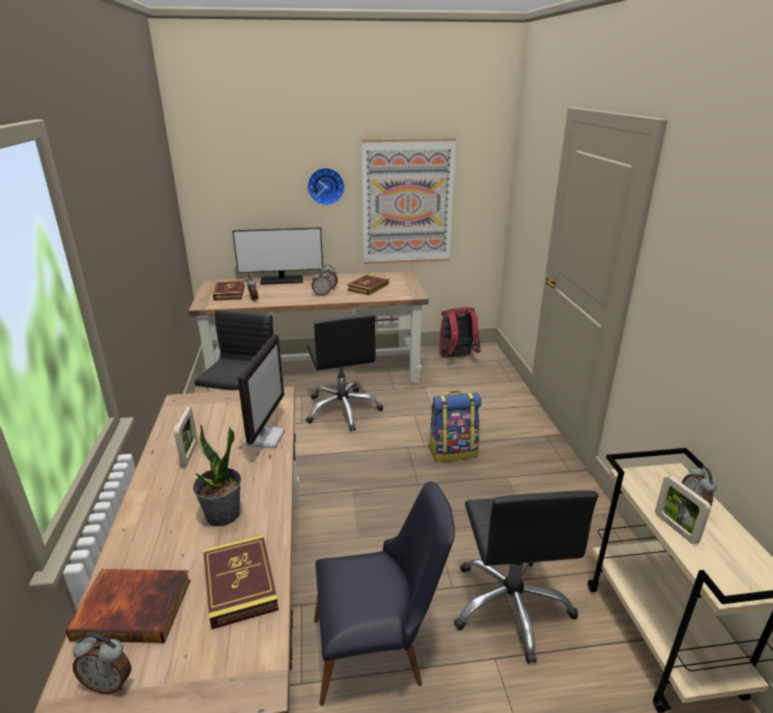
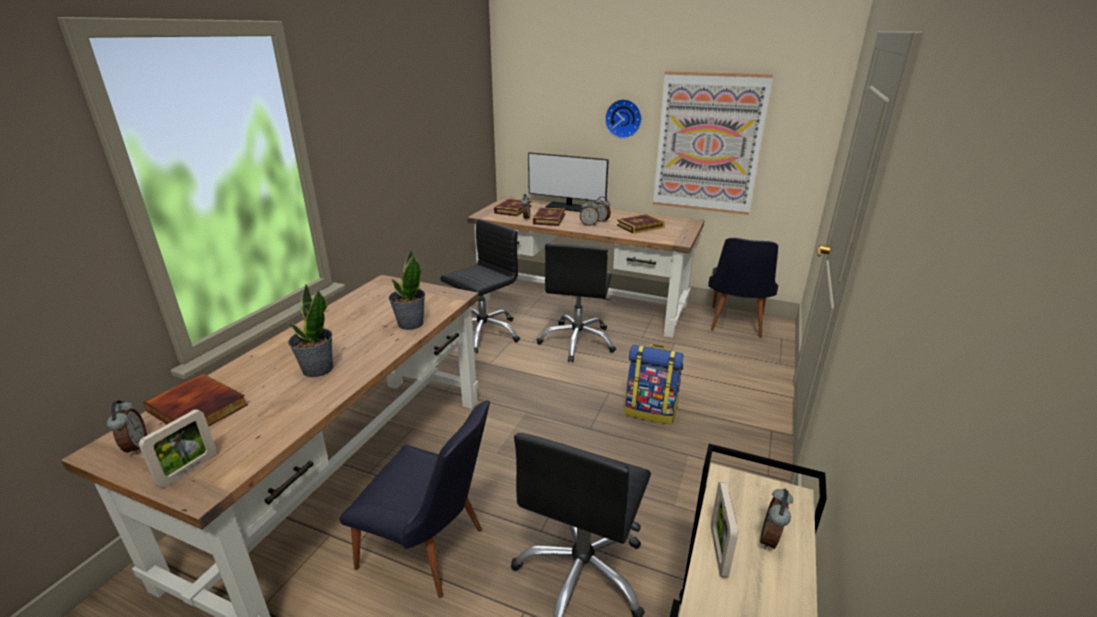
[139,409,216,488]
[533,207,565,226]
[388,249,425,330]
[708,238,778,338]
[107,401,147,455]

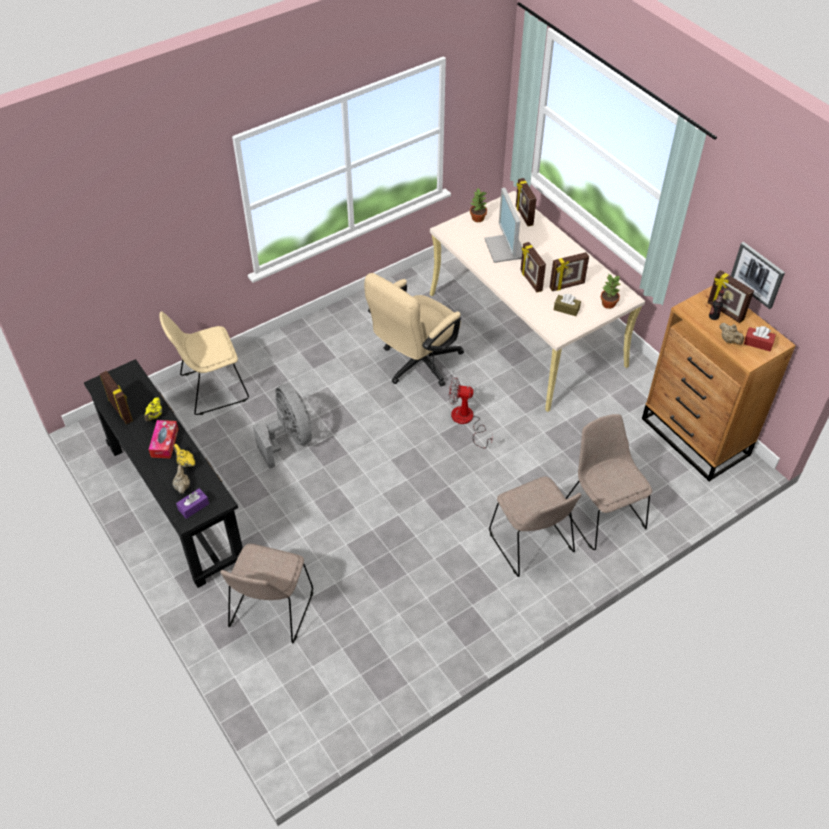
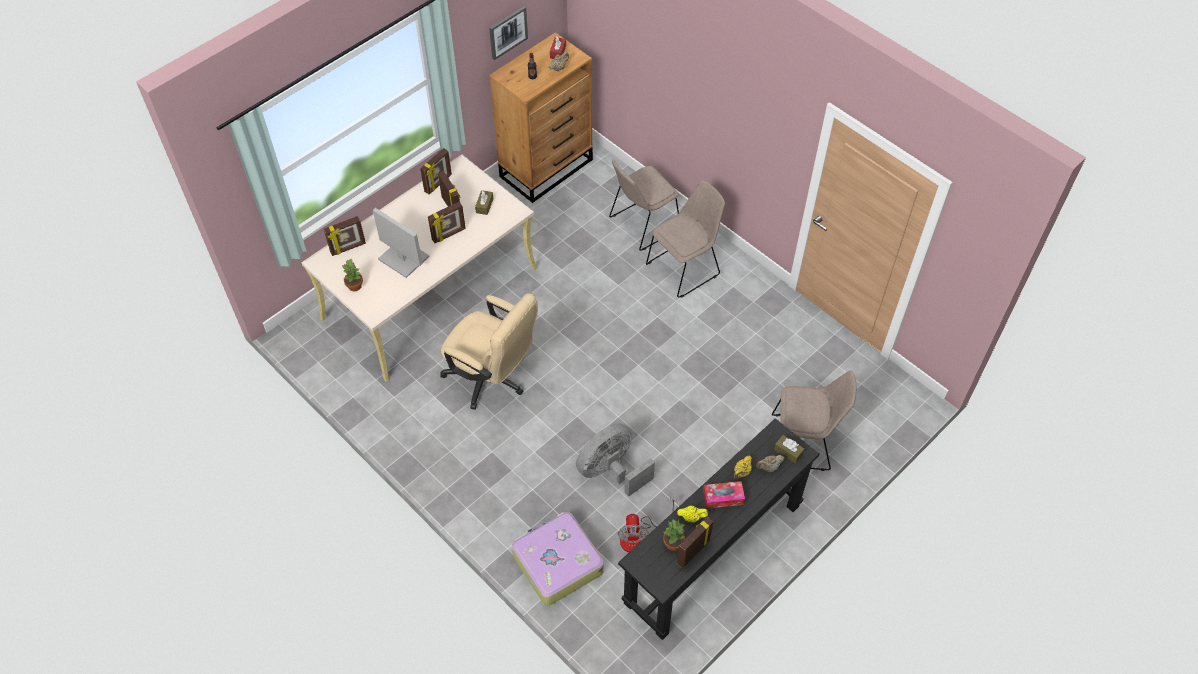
[618,497,677,552]
[663,520,685,551]
[420,148,452,194]
[512,512,604,606]
[774,435,804,463]
[373,208,430,278]

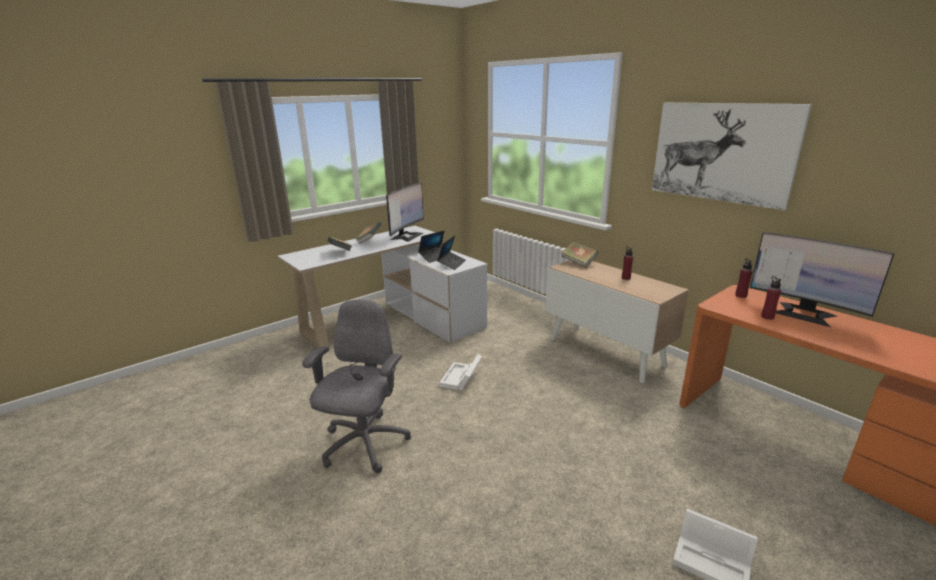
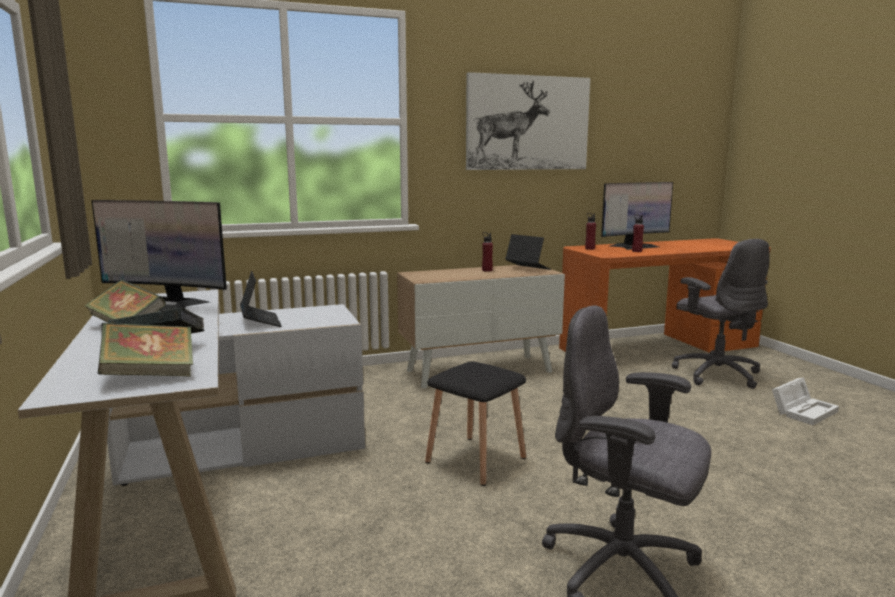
[672,239,770,389]
[505,234,551,270]
[98,323,193,376]
[425,361,526,486]
[91,200,227,311]

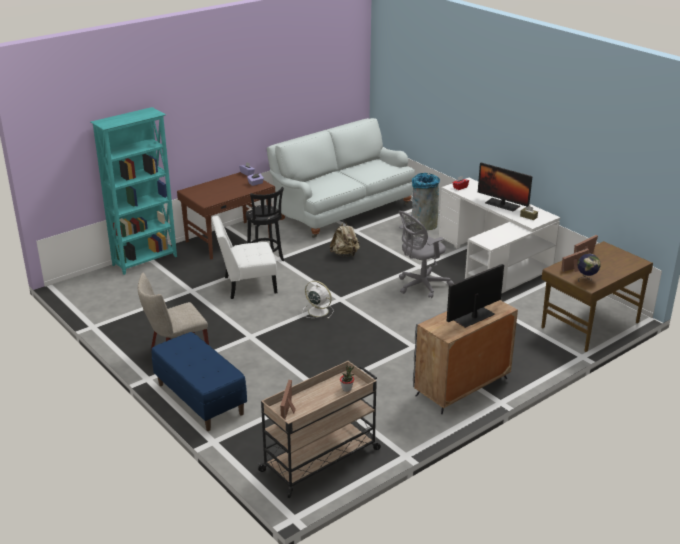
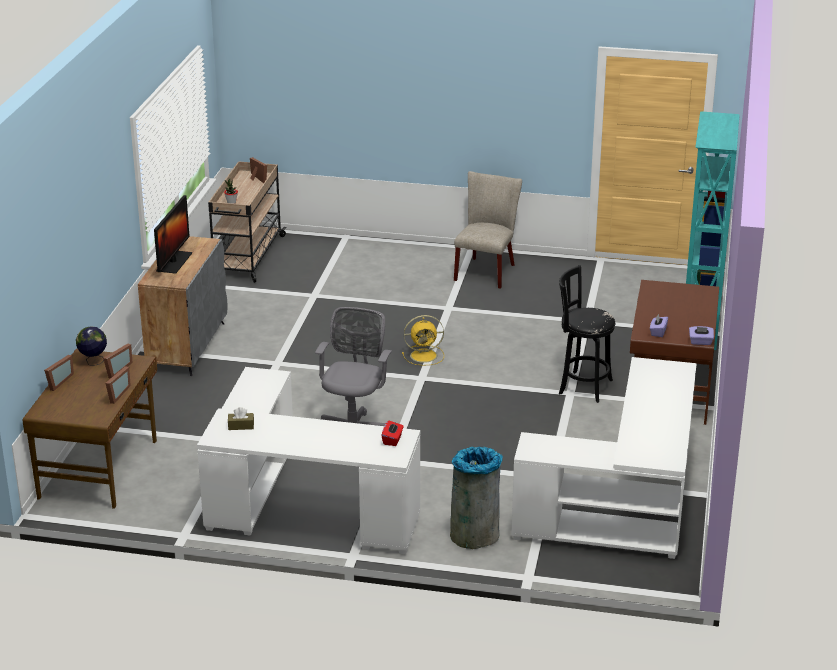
[151,332,247,431] (first image)
[212,216,278,299] (first image)
[330,222,360,257] (first image)
[478,163,532,212] (first image)
[44,355,74,391]
[511,357,697,559]
[402,315,444,366]

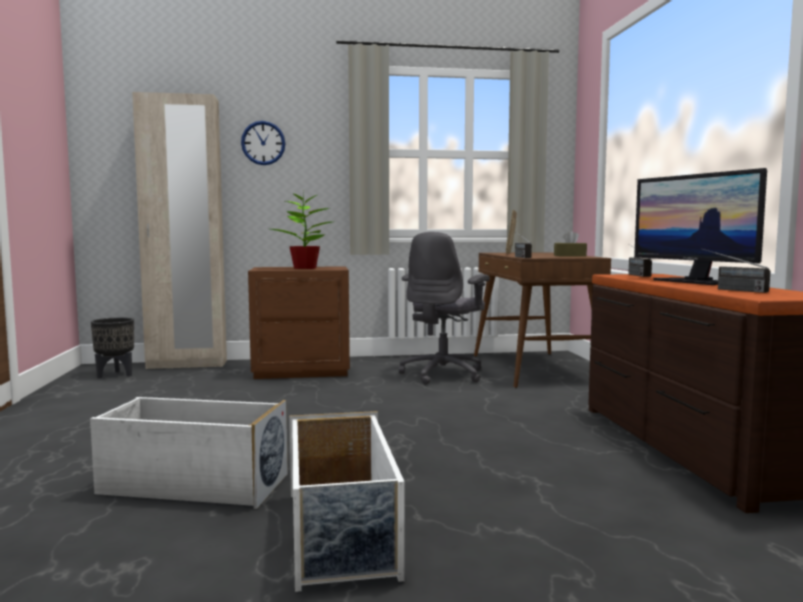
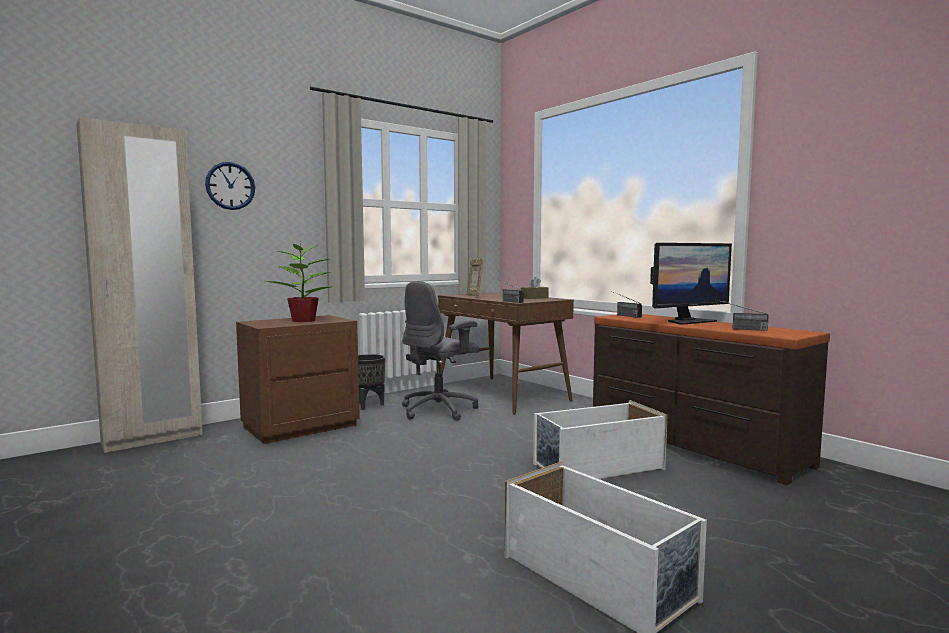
[533,400,668,479]
[358,354,385,410]
[402,281,480,421]
[650,243,732,325]

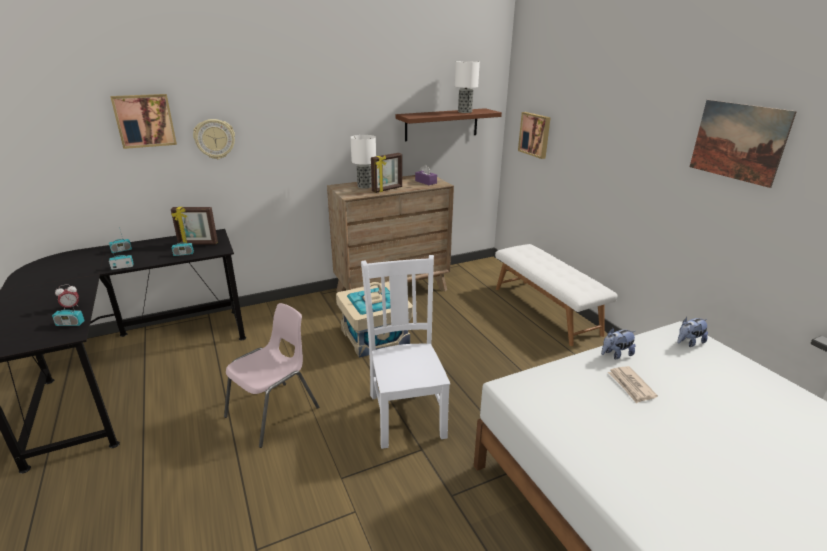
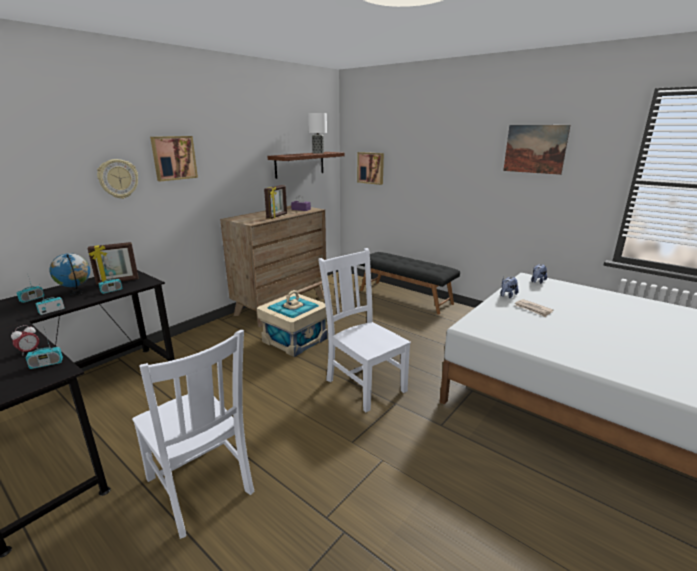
[224,303,319,448] (first image)
[350,135,376,189] (first image)
[49,253,90,295]
[132,330,254,539]
[150,136,198,181]
[360,252,460,314]

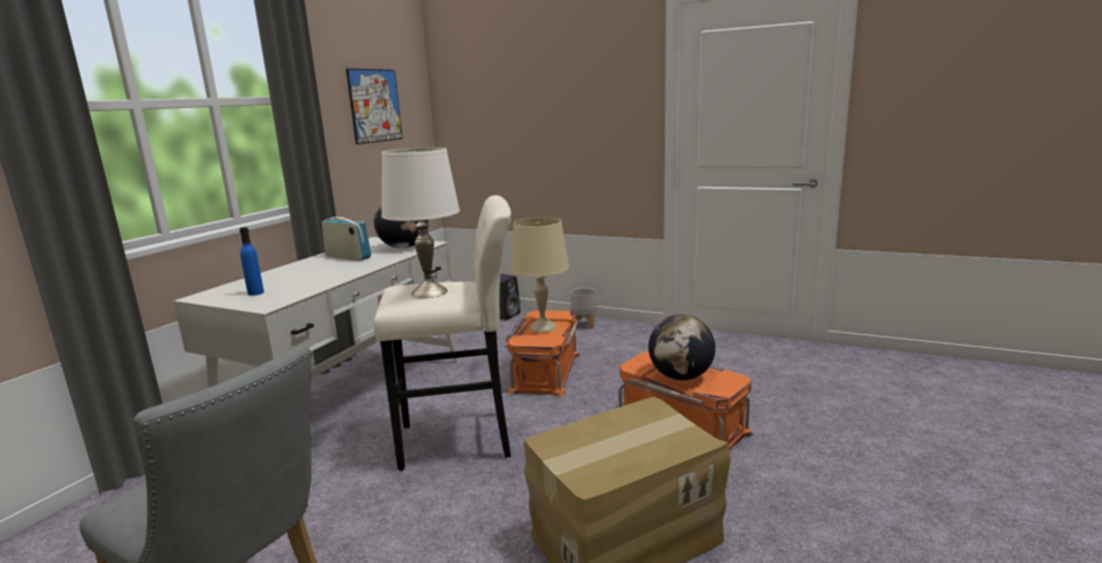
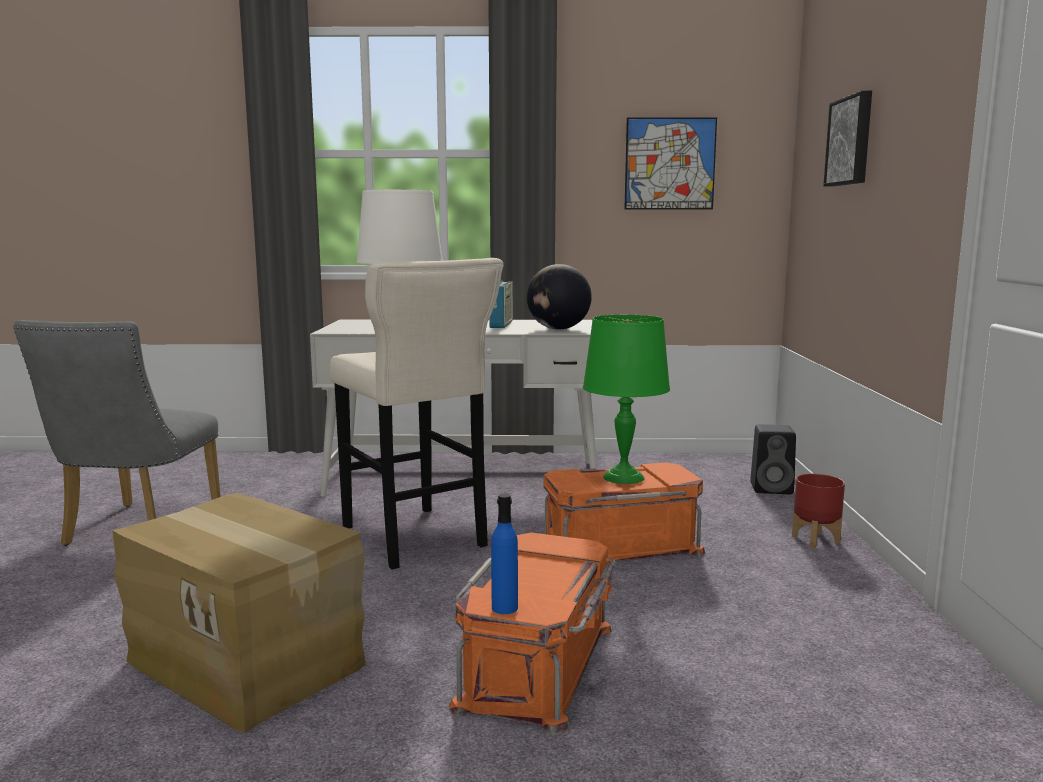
[648,315,715,380] (first image)
[823,91,872,187]
[491,493,518,614]
[583,315,670,484]
[792,474,845,548]

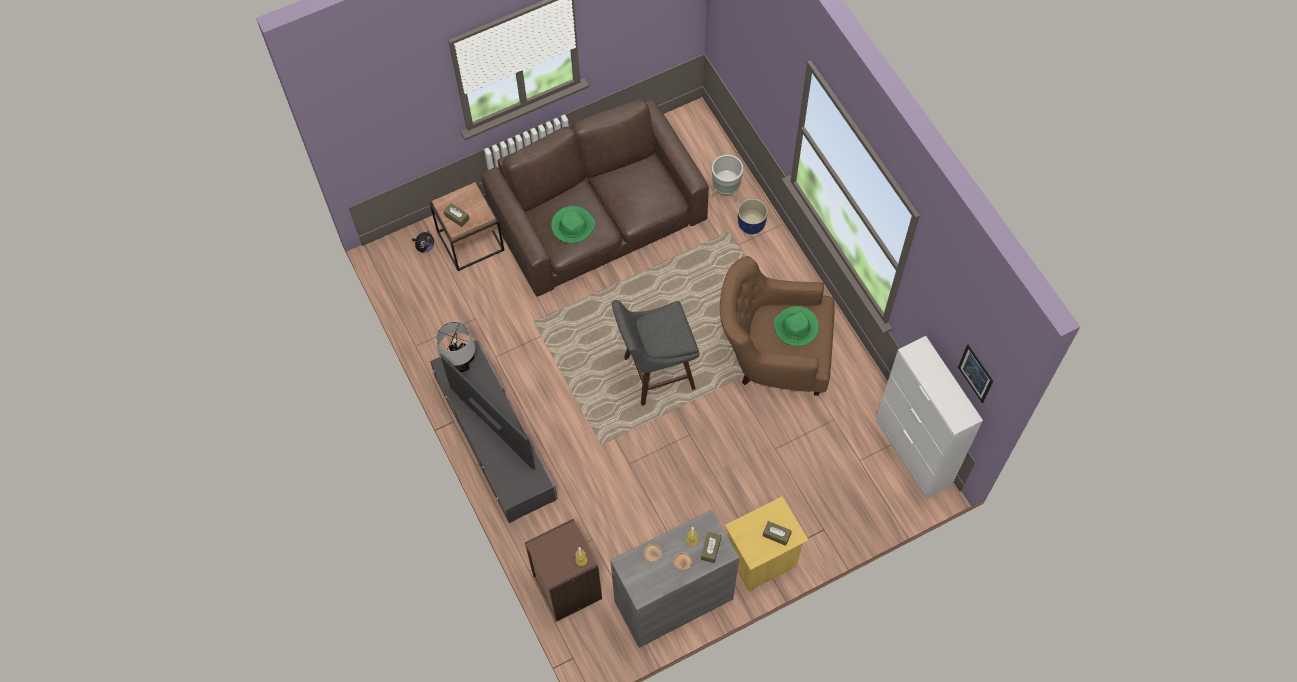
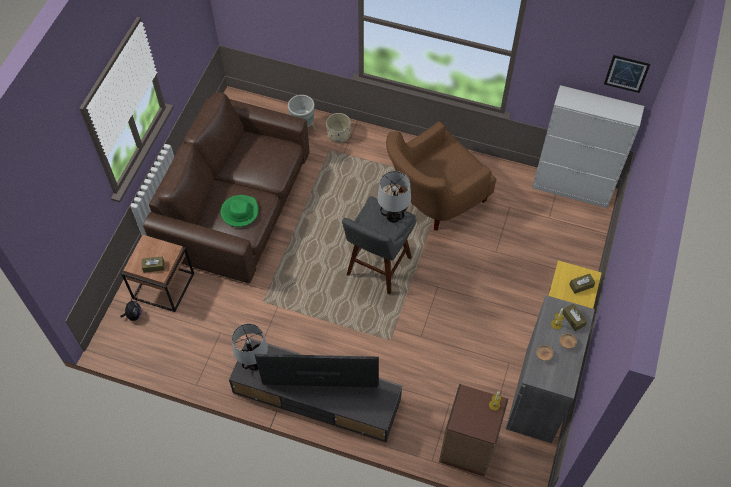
[773,306,819,347] (first image)
[377,171,411,223]
[326,113,351,143]

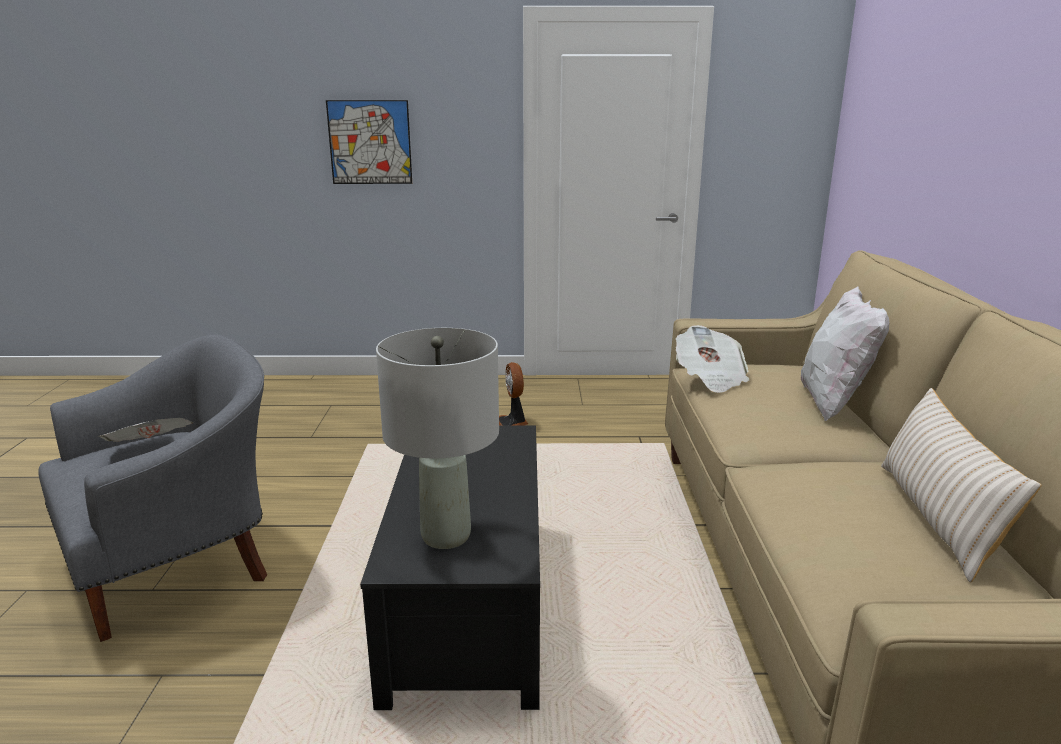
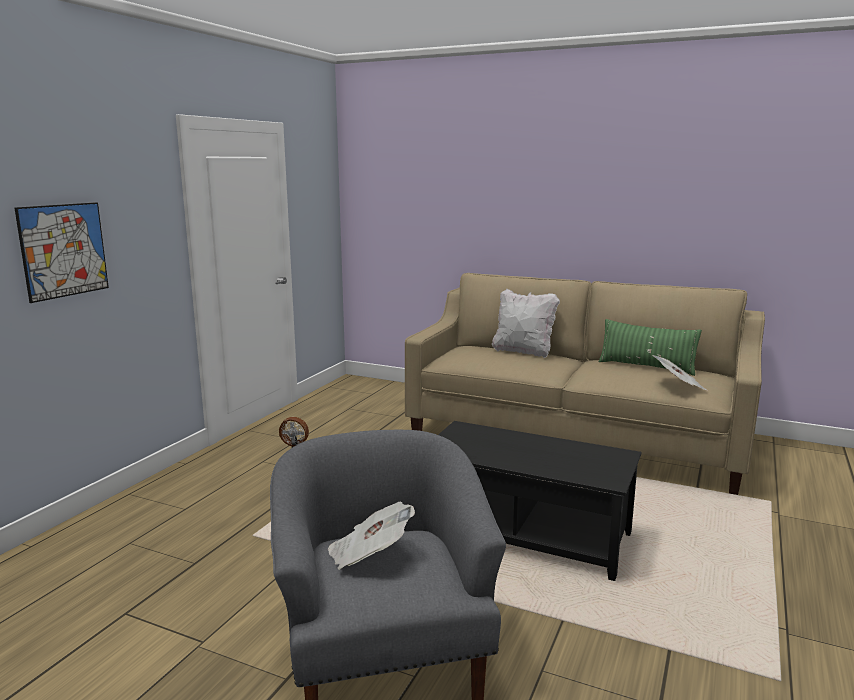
[376,328,499,549] (first image)
[652,355,706,390]
[599,319,702,376]

